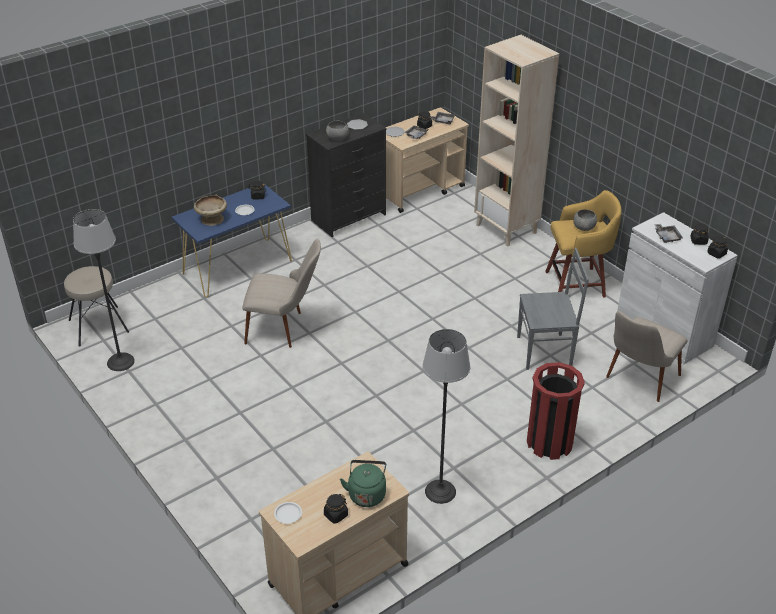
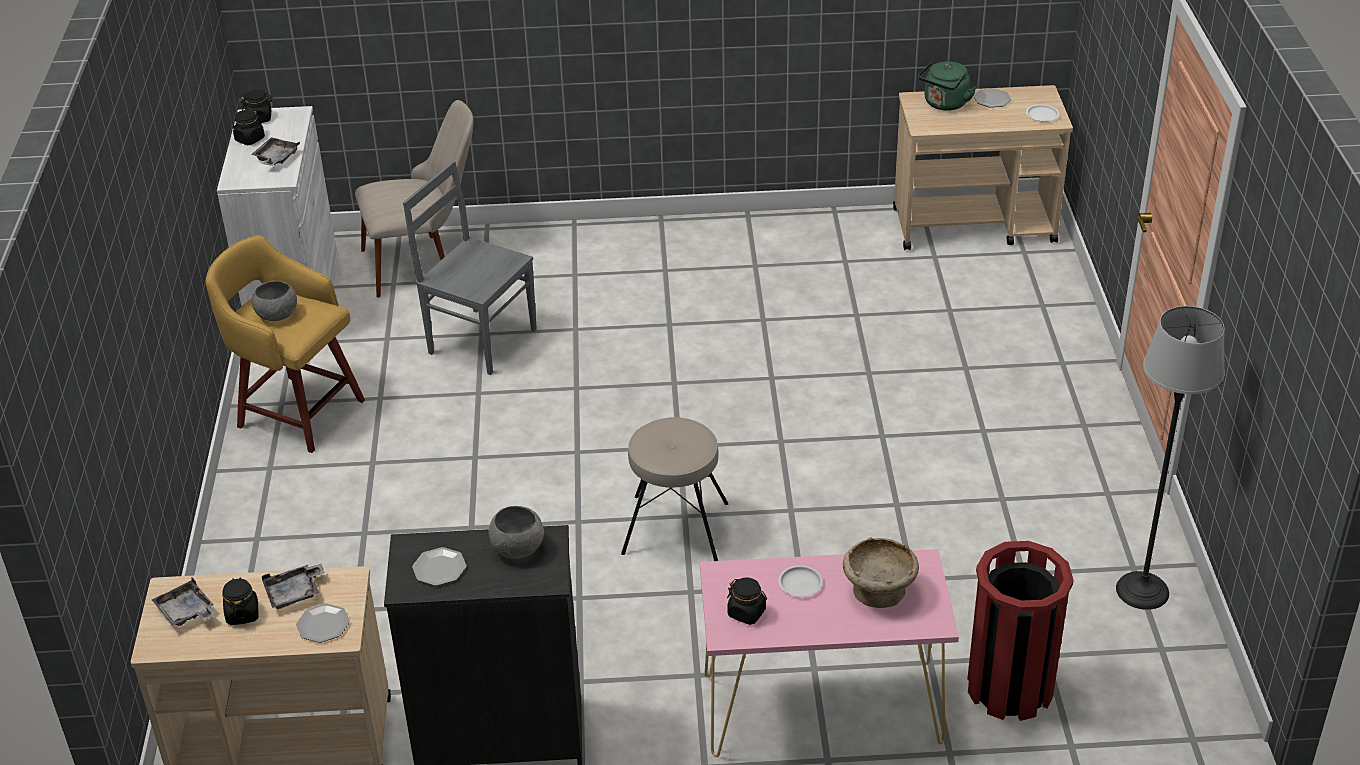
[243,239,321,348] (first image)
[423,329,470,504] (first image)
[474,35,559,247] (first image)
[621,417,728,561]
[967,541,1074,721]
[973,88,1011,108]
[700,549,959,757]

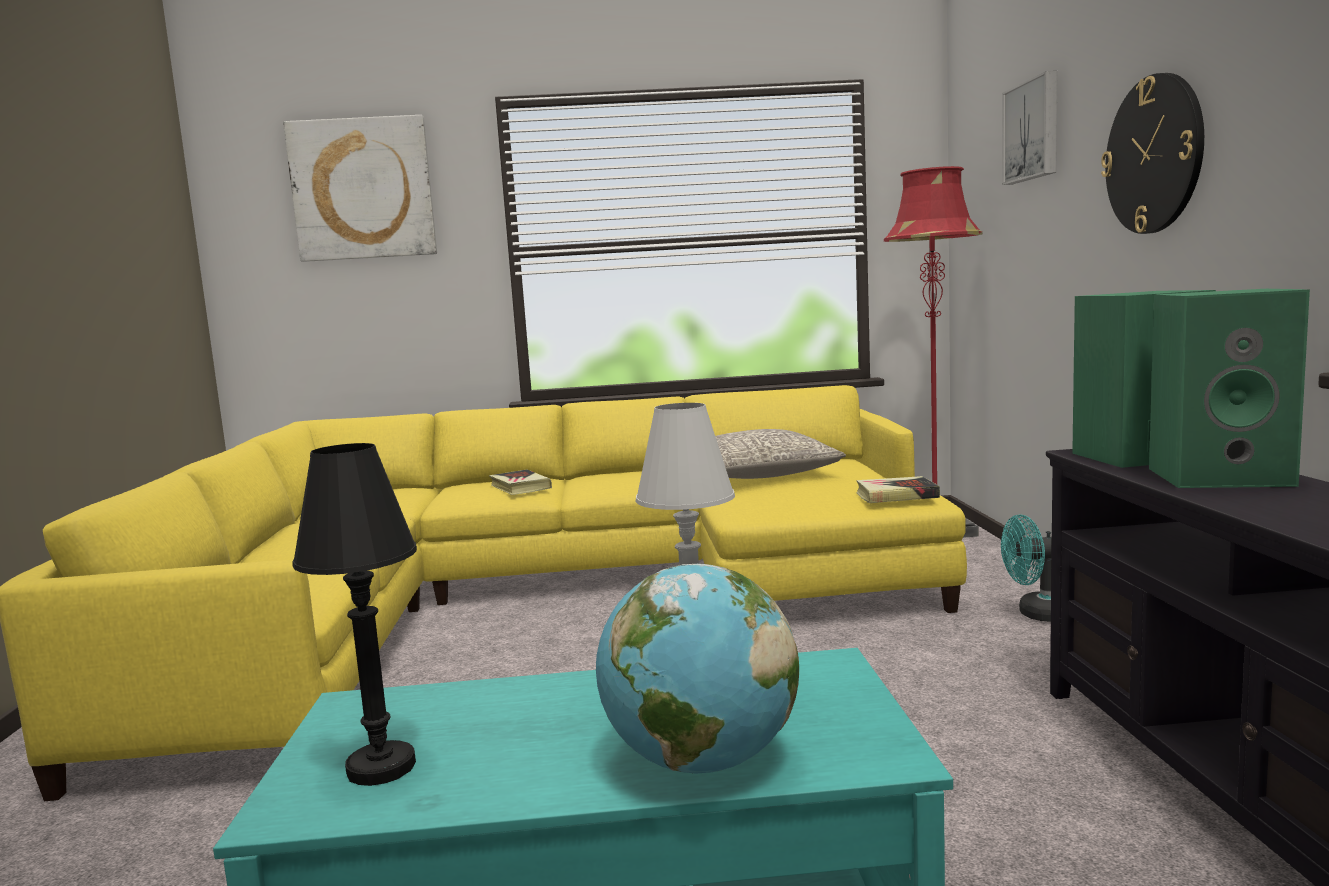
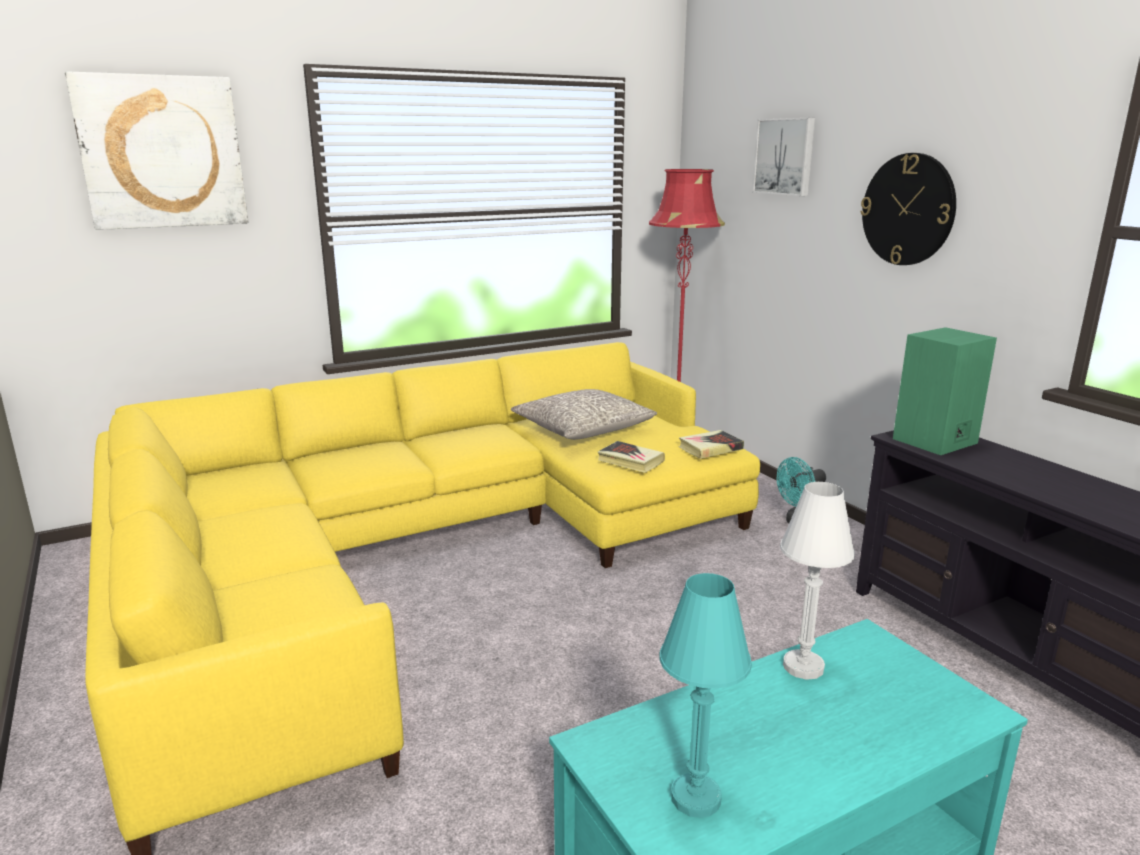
[596,564,799,773] (first image)
[1149,289,1310,488] (first image)
[598,441,665,473]
[659,573,752,818]

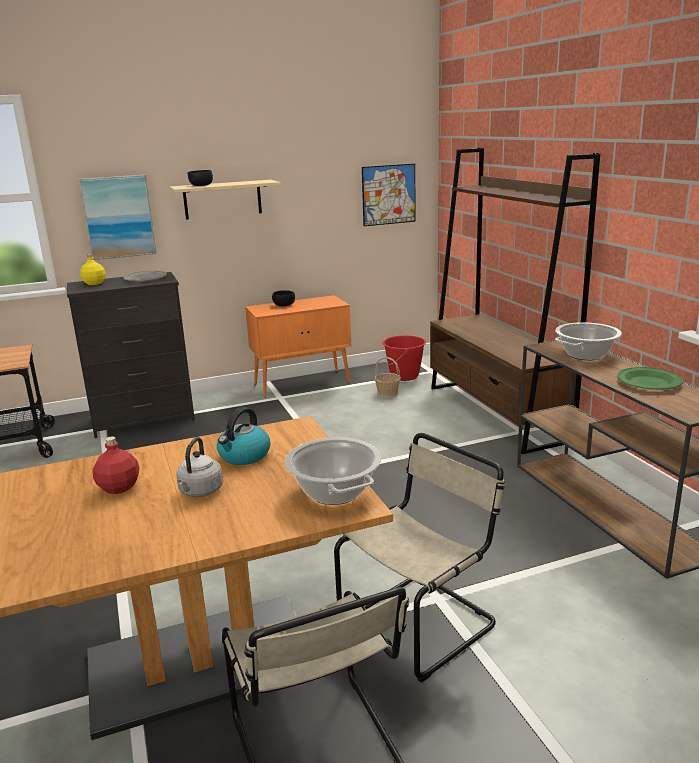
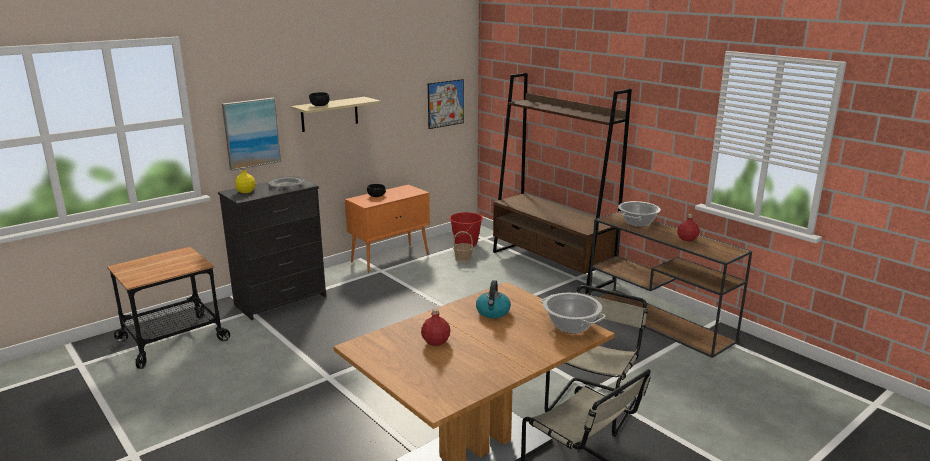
[176,437,223,497] (first image)
[677,214,699,242]

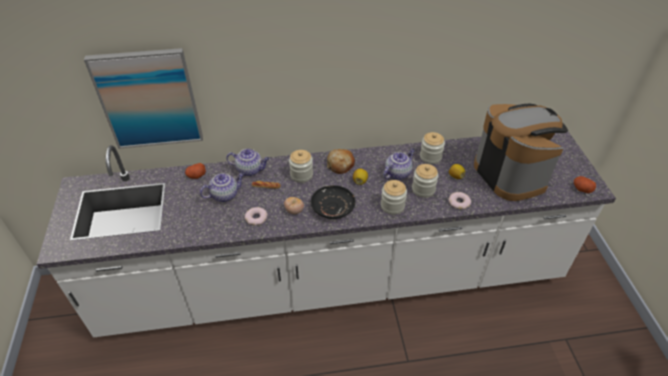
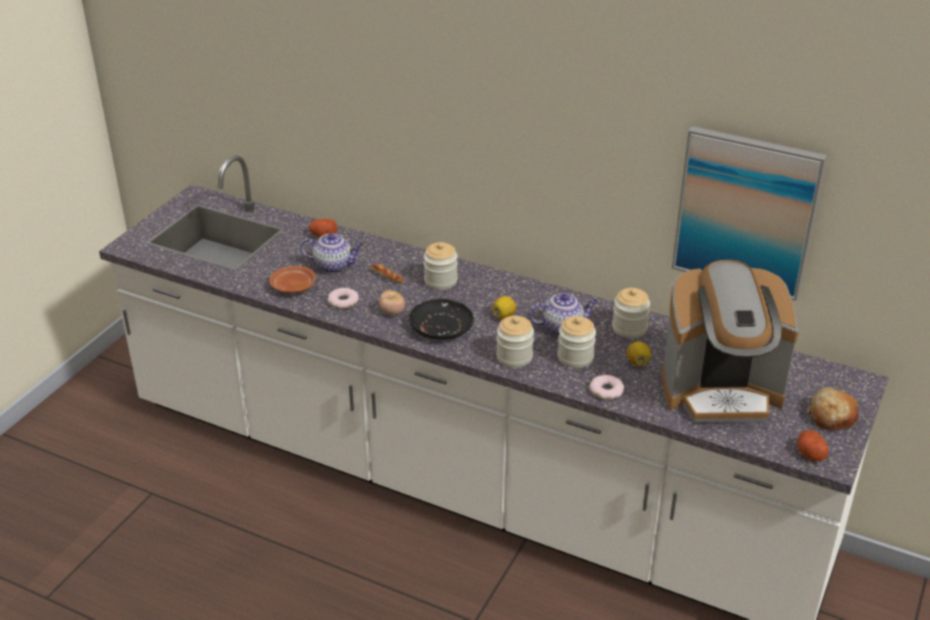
[226,149,270,176] (first image)
[269,266,316,294]
[672,126,827,301]
[807,387,859,430]
[662,260,799,423]

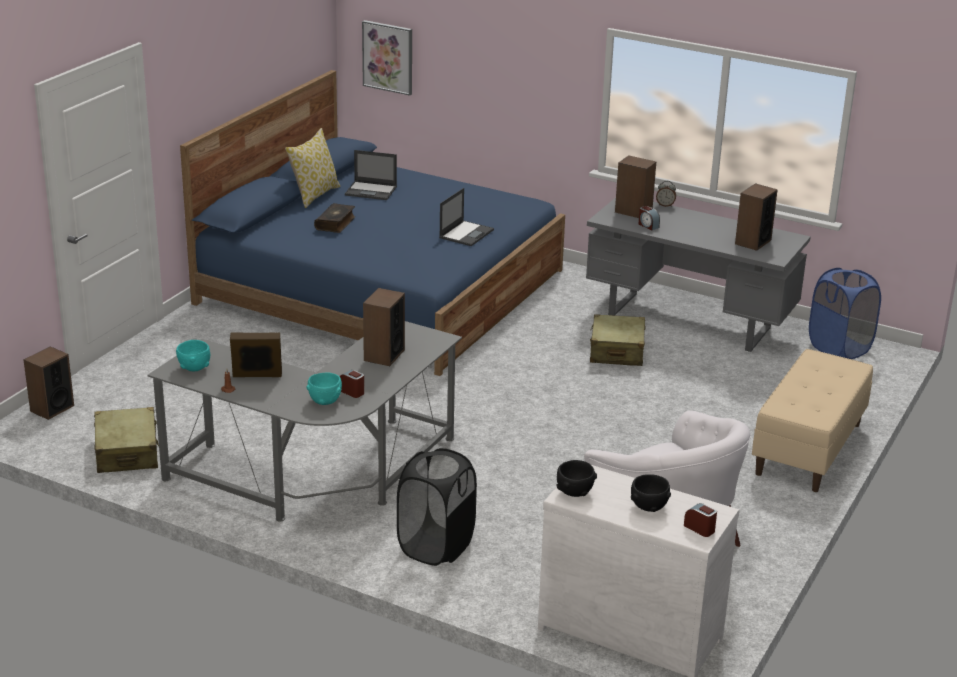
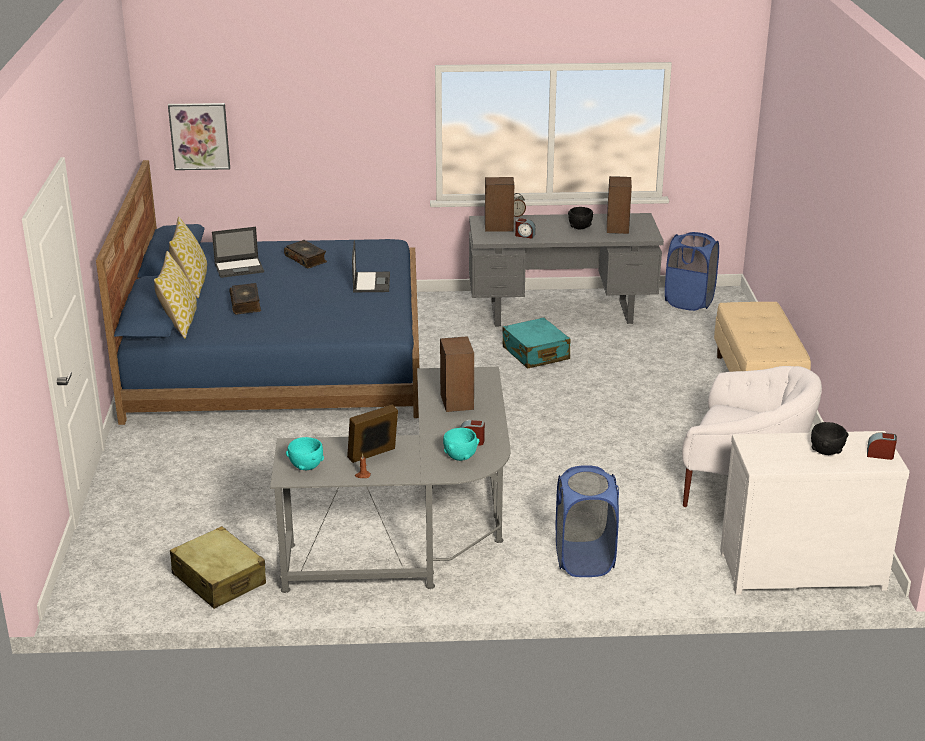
[23,346,74,420] (first image)
[154,251,197,339]
[284,240,327,268]
[568,207,593,229]
[556,465,619,577]
[502,317,571,369]

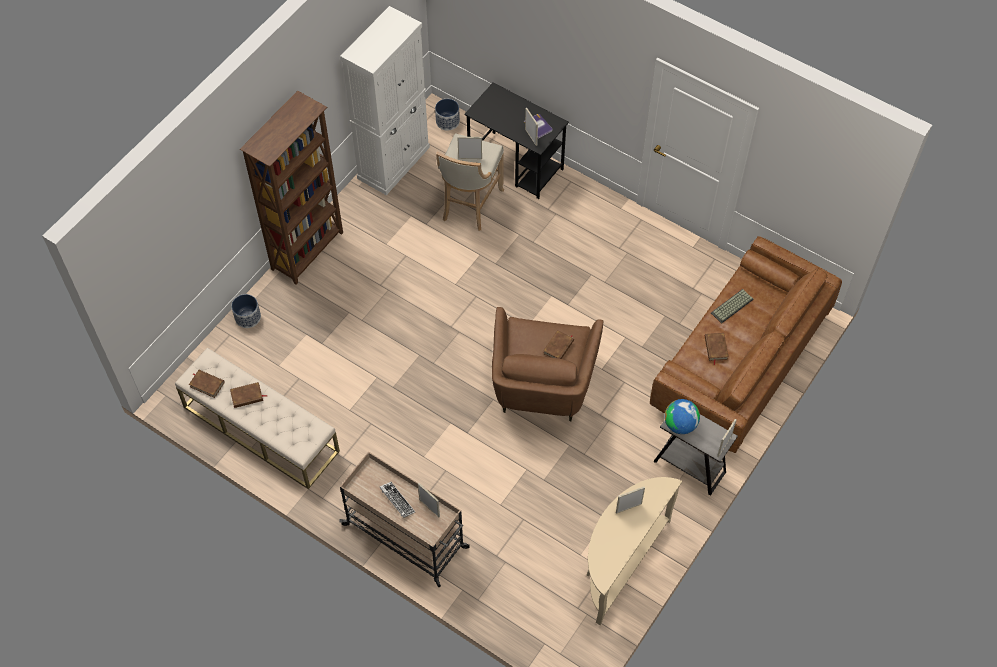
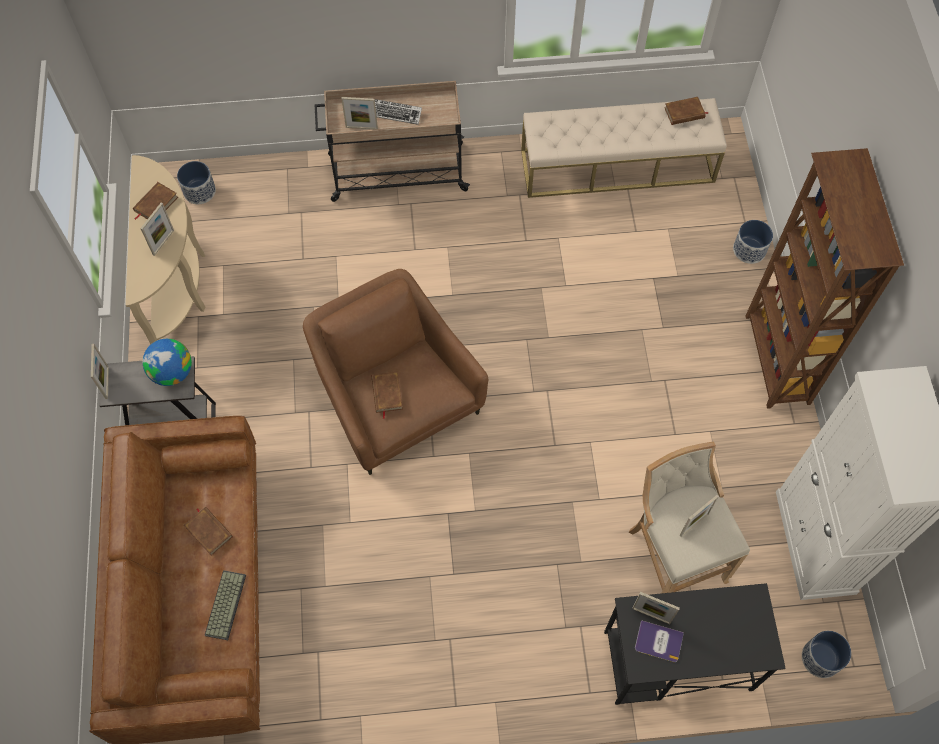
[177,161,216,204]
[133,182,178,220]

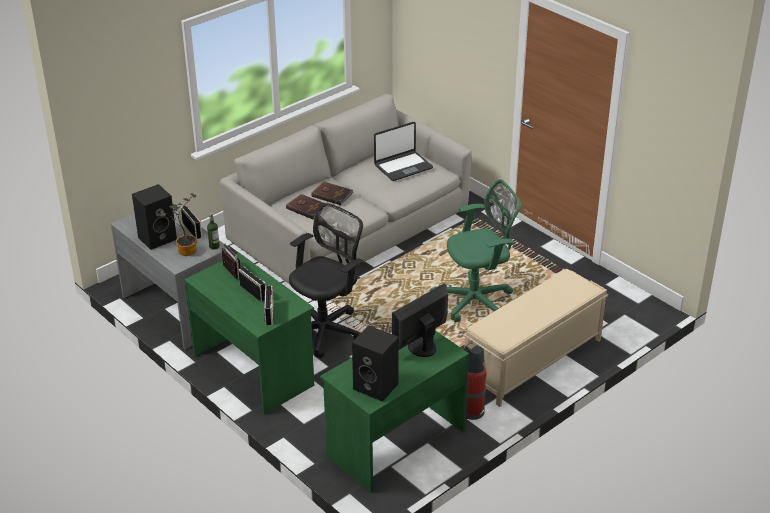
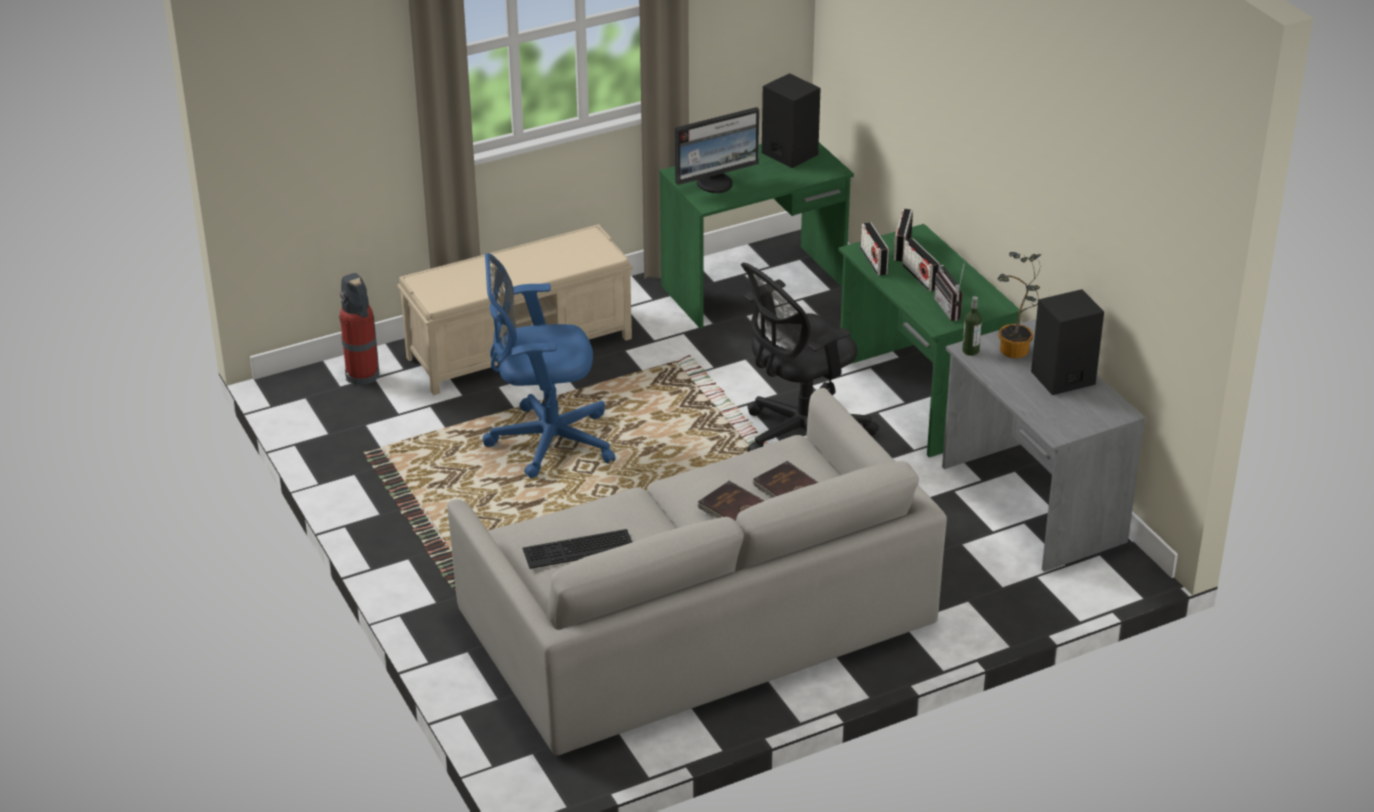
[860,222,889,275]
[339,273,379,385]
[523,529,632,569]
[483,253,615,478]

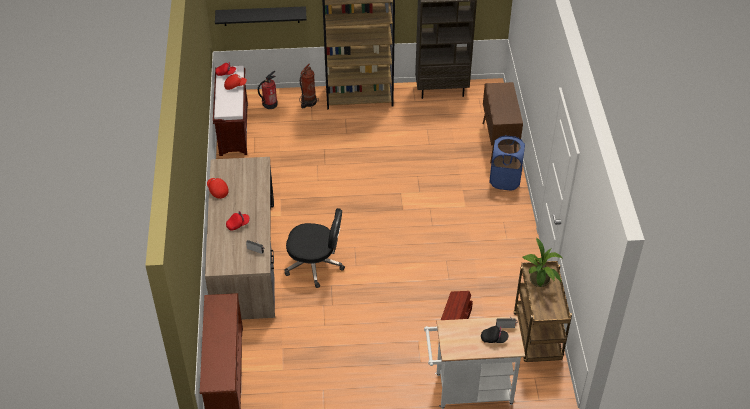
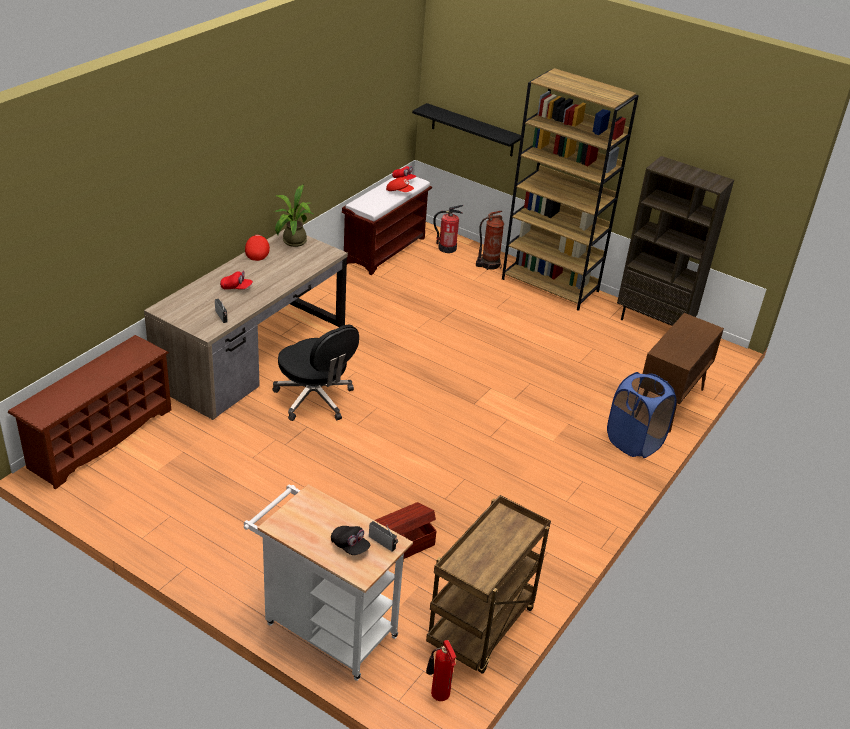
[426,640,456,701]
[274,185,313,247]

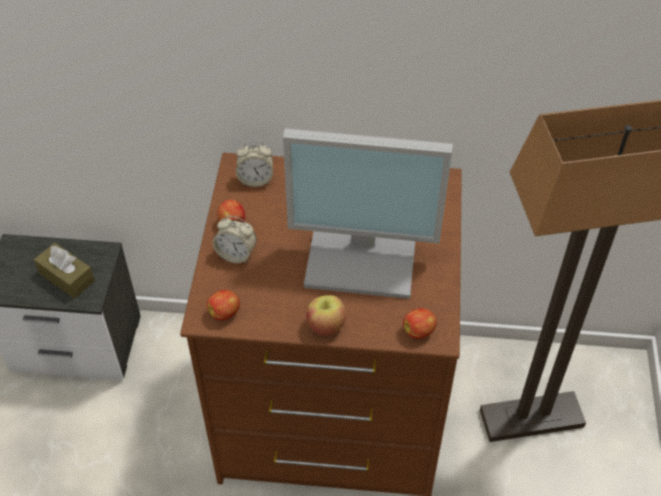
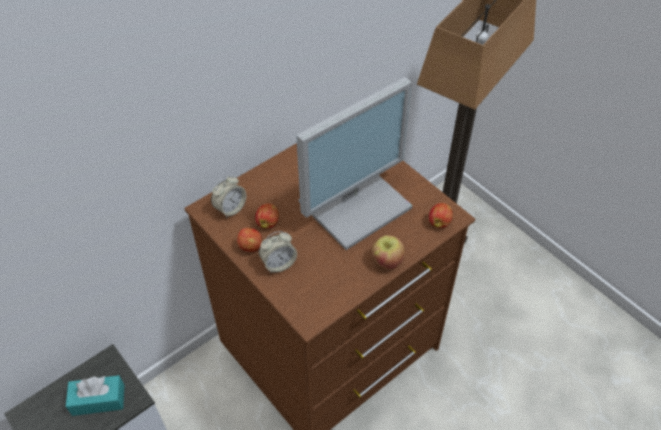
[255,203,279,229]
[65,375,125,416]

